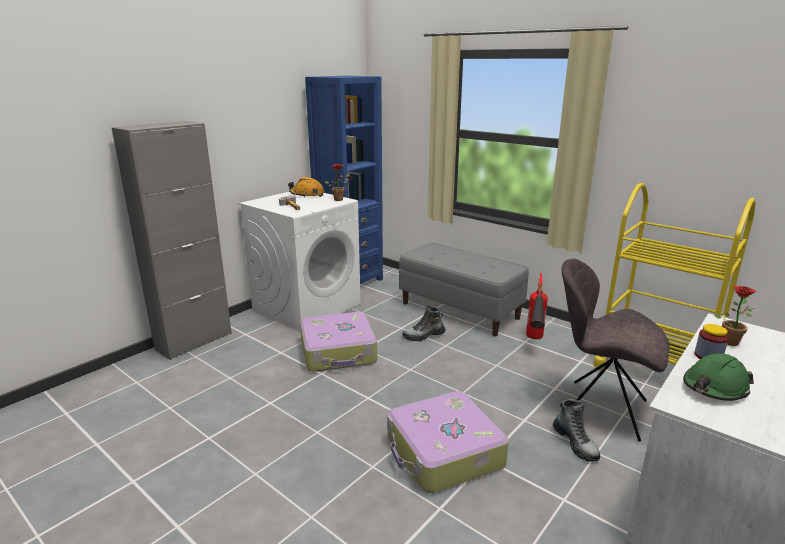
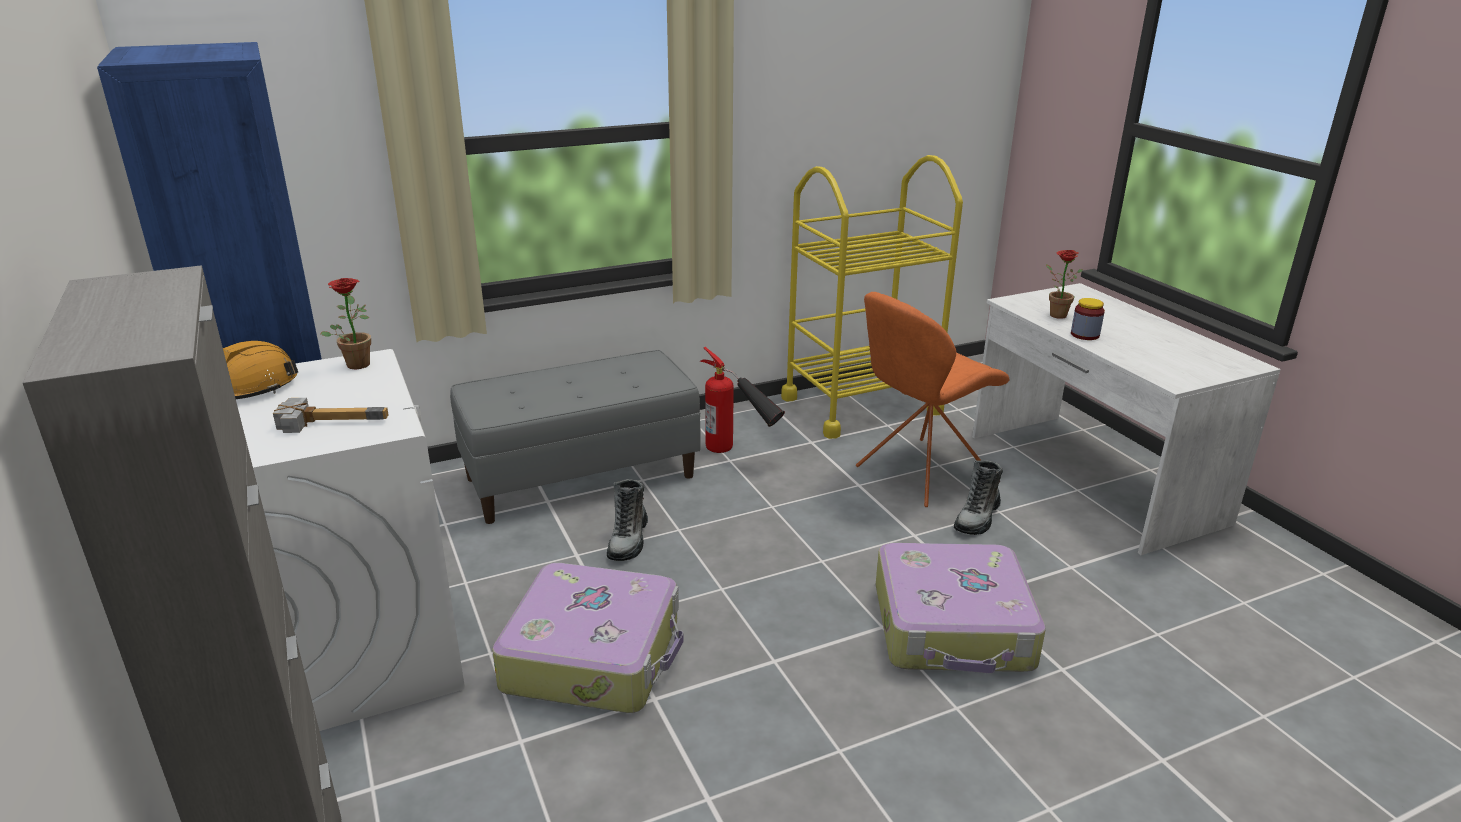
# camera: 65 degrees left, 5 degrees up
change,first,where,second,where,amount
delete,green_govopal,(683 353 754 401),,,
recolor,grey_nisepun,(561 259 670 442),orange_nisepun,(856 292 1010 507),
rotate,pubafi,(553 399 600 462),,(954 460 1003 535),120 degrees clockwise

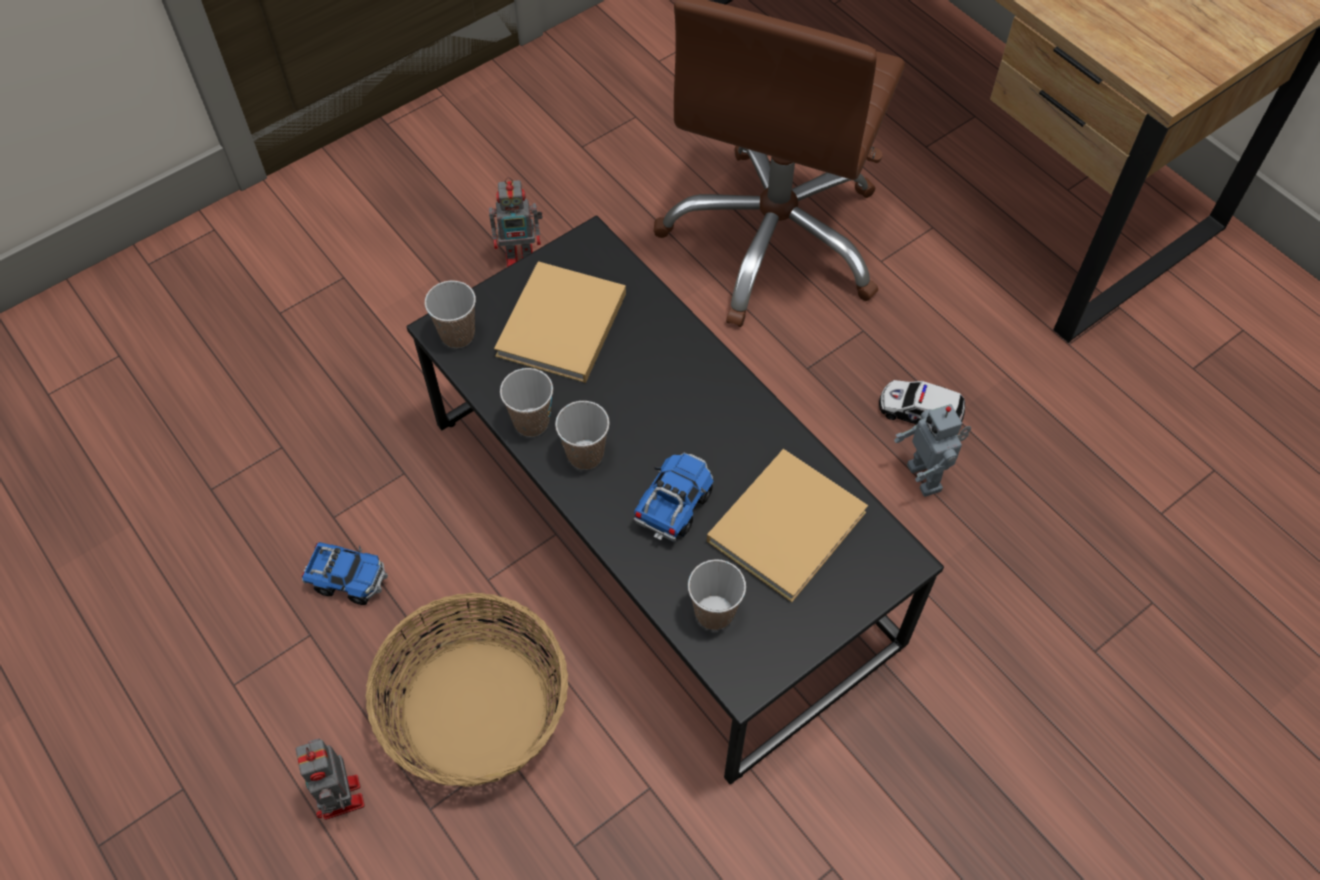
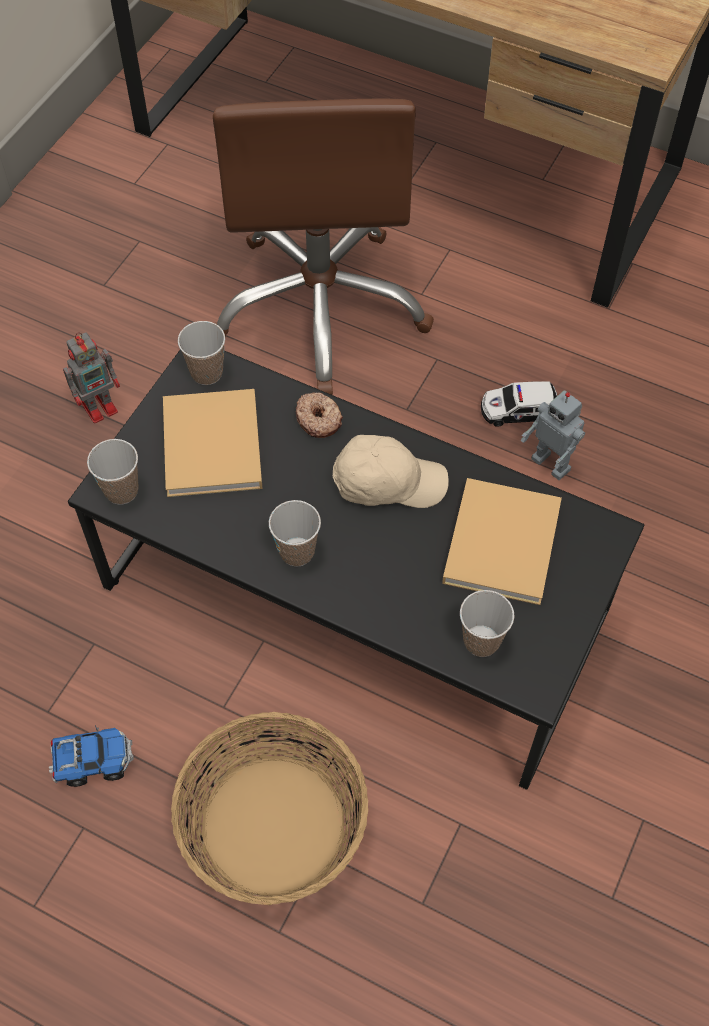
# camera: 25 degrees left, 0 degrees up
change,first,where,second,where,amount
delete,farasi,(296 738 365 820),,,
delete,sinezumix,(634 453 713 541),,,
insert,,,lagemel,(295 392 343 438),
insert,,,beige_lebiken,(333 435 449 508),
move,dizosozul,(500 368 553 437),,(178 321 225 385),

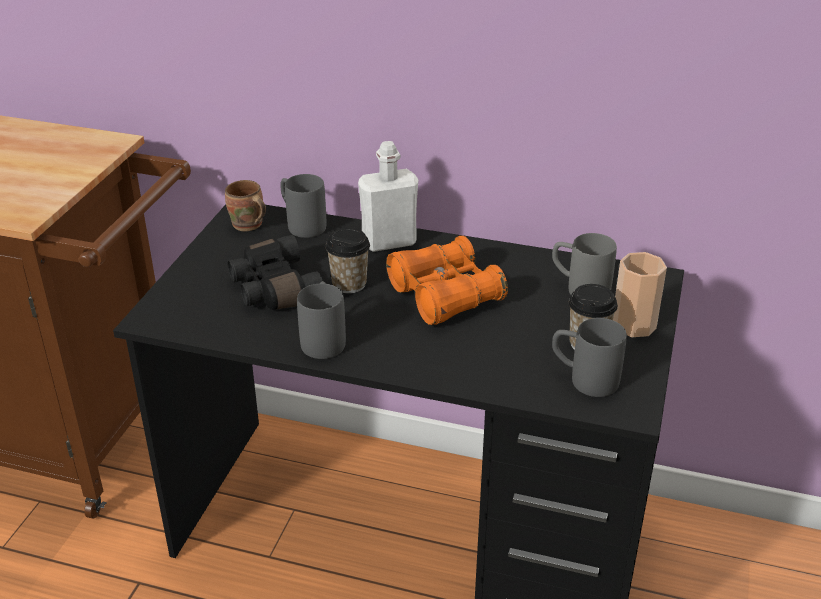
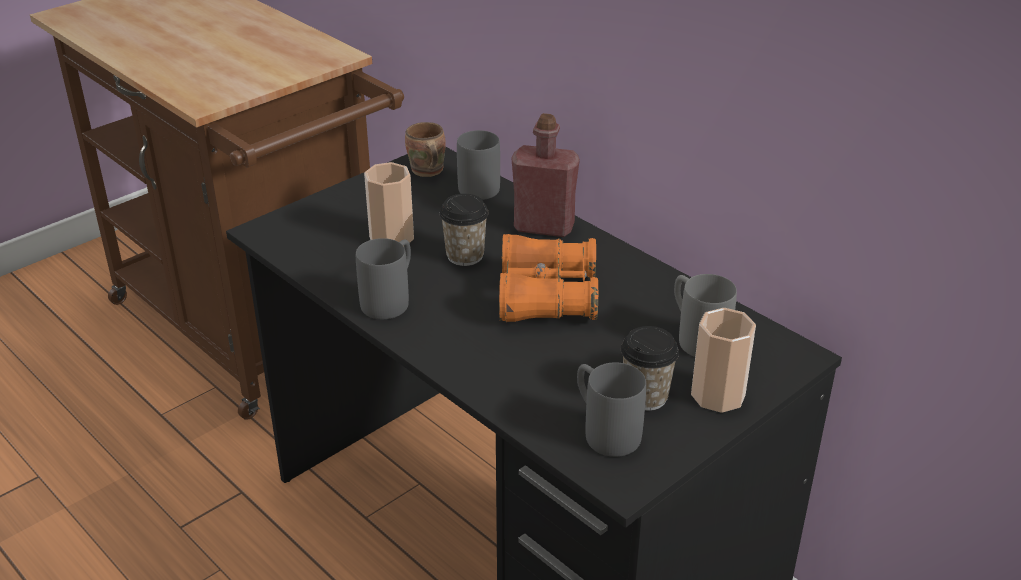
# camera: 30 degrees right, 0 degrees up
change,first,where,second,where,amount
replace,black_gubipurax,(228 235 323 310),dizosozul,(364 162 414 243),
recolor,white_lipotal,(358 141 418 252),red_lipotal,(511 113 580 237),

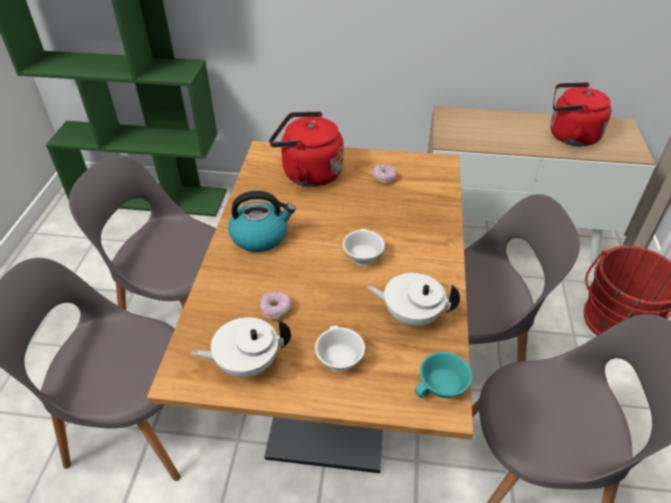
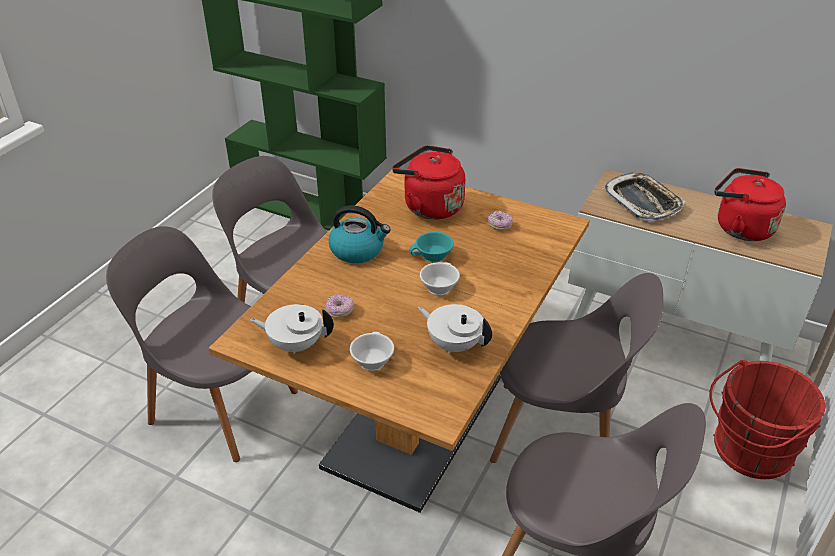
# camera: 20 degrees right, 5 degrees down
change,first,where,second,where,amount
insert,,,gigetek,(603 173 685 222),
move,turquoise_dizosozul,(415 352 472 398),,(409 232 454 262),

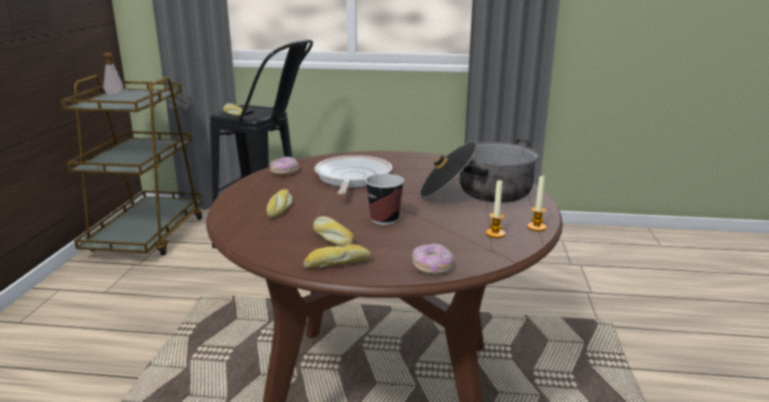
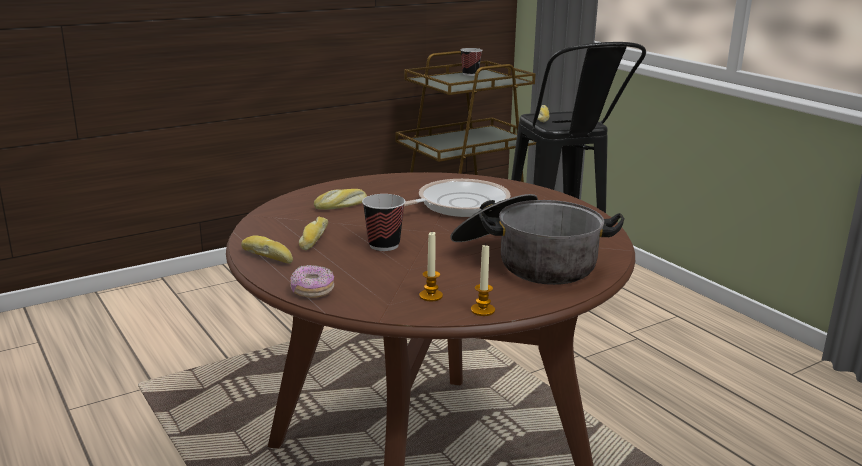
# camera: 50 degrees right, 0 degrees up
change,first,where,second,where,amount
delete,lagemel,(270 157 299 175),,,
replace,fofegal,(103 52 124 95),dizosozul,(460 48 482 76),

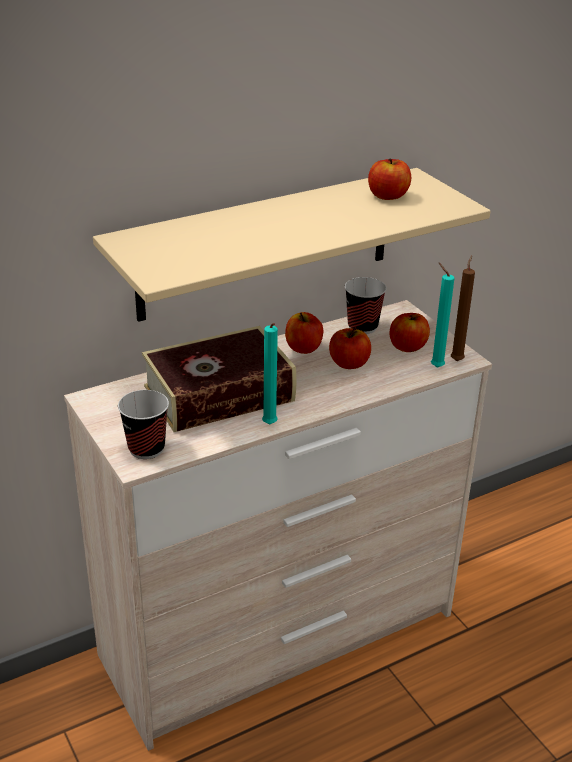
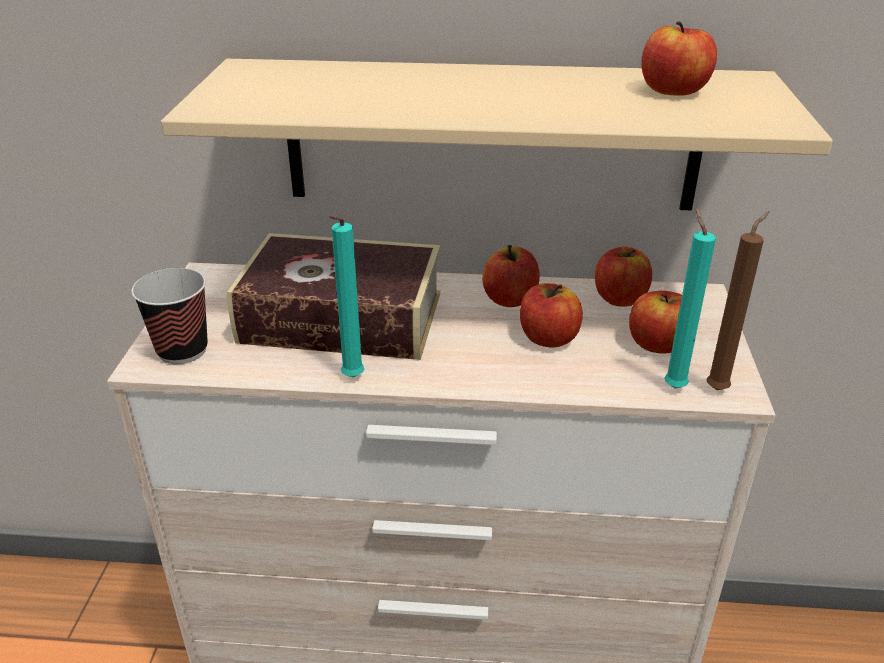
# camera: 35 degrees right, 0 degrees up
change,first,where,second,where,amount
replace,dizosozul,(345 277 387 334),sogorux,(595 246 652 307),

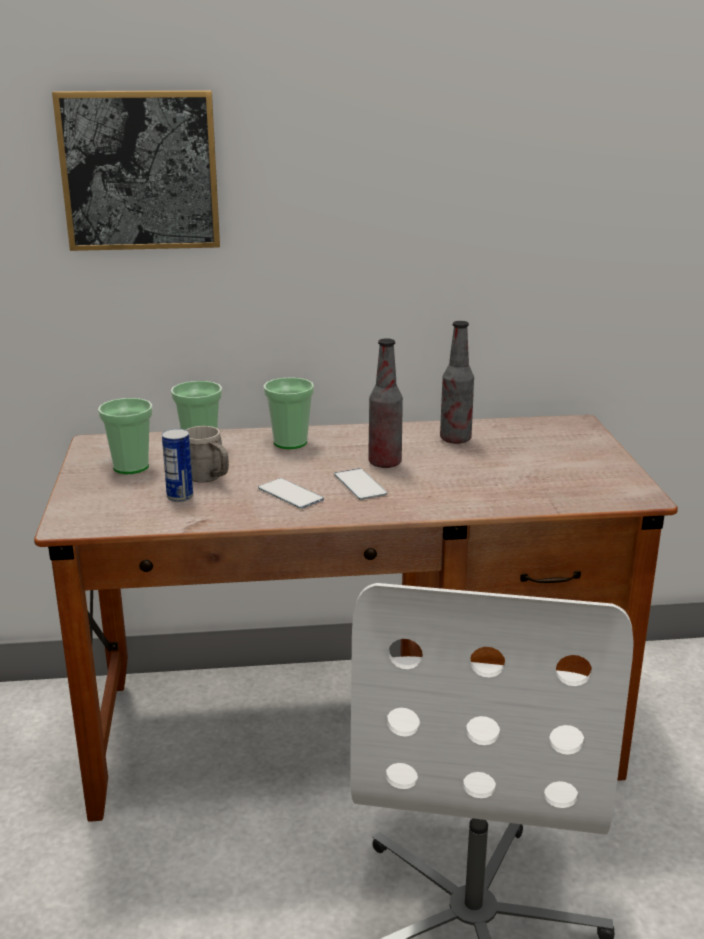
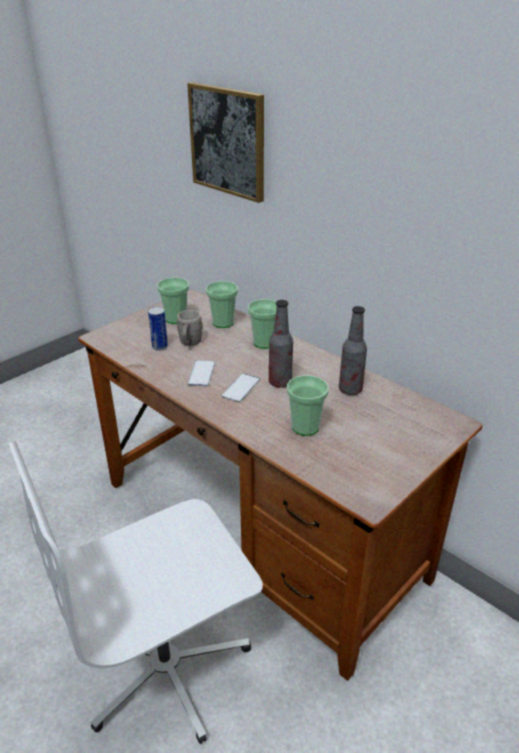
# camera: 50 degrees right, 10 degrees up
change,first,where,second,where,amount
insert,,,dizosozul,(287 375 329 436),

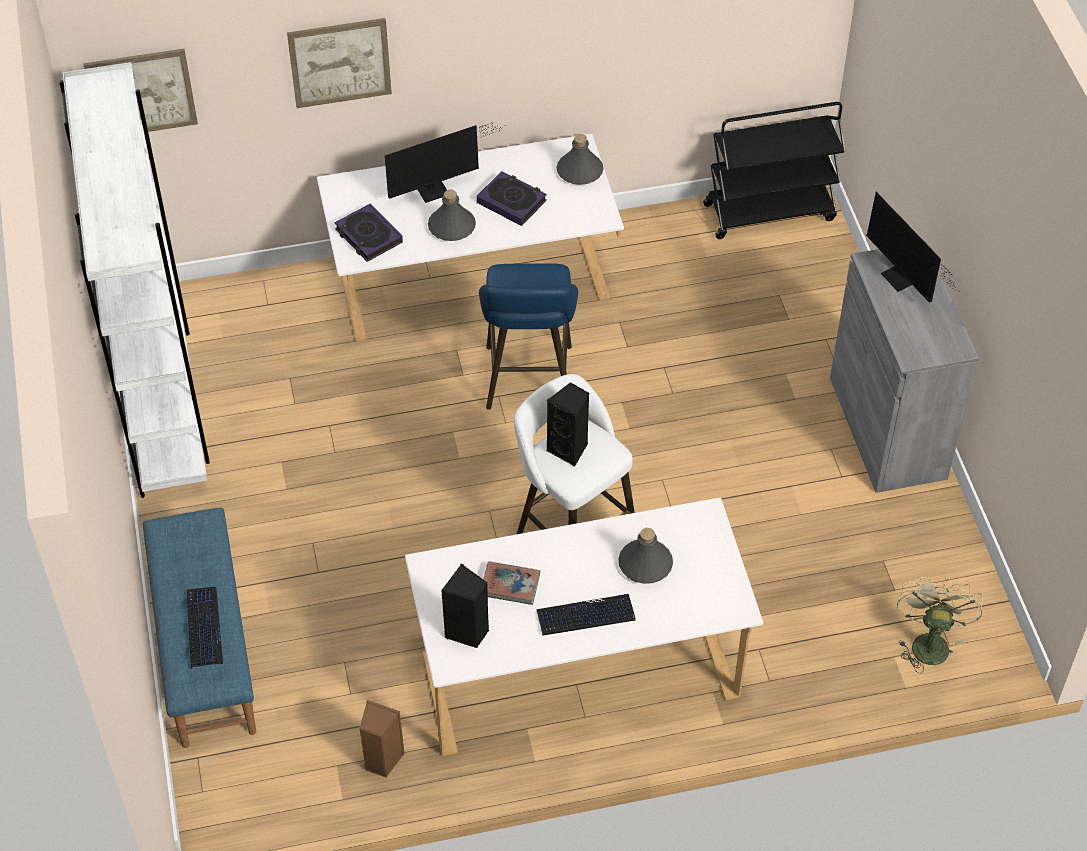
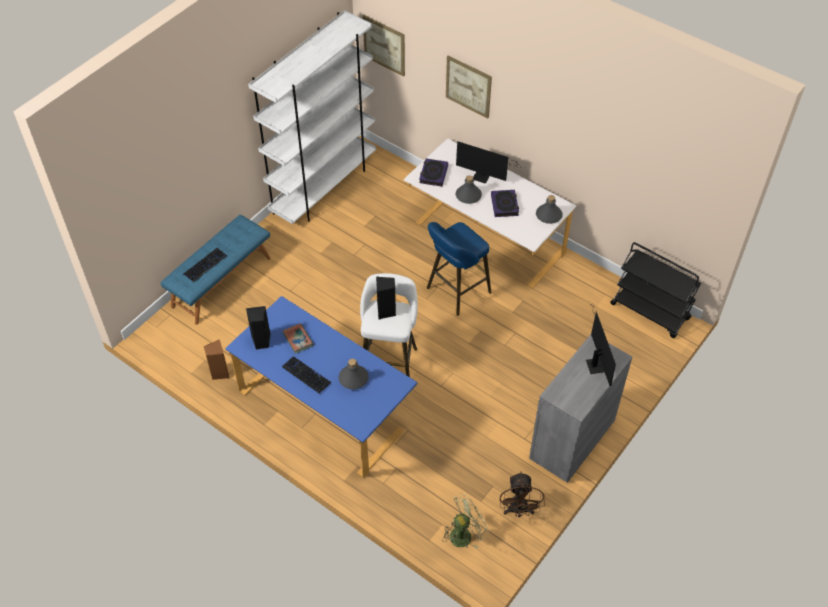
# camera: 50 degrees right, 0 degrees up
change,first,where,second,where,amount
insert,,,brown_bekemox,(500 472 545 517),
recolor,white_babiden,(405 497 763 756),blue_babiden,(225 296 417 478),
rotate,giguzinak,(866 192 959 303),,(586 304 616 386),150 degrees clockwise

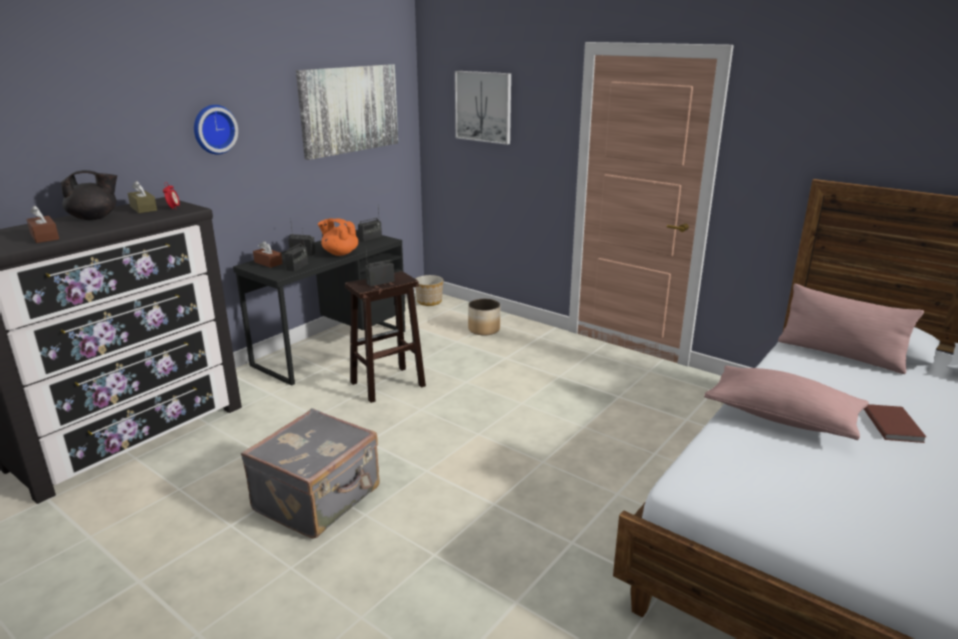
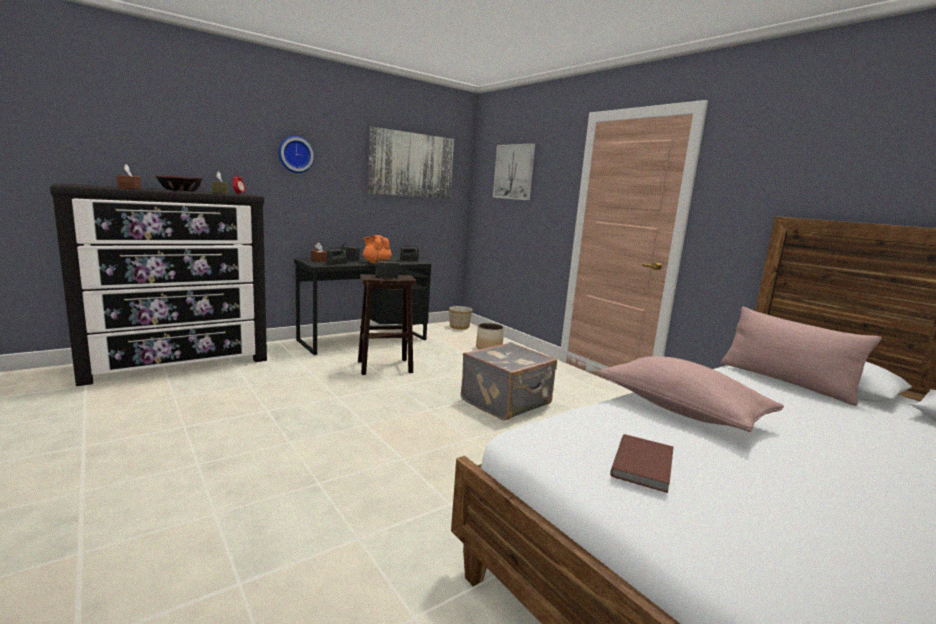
# camera: 15 degrees right, 10 degrees down
change,first,where,second,where,amount
move,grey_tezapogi,(241 408 380 539),,(461 342 557 420),
move,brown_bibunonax,(864 404 926 443),,(610 434 674 493),
replace,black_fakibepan,(61 170 117 220),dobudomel,(156 175 203 191),

